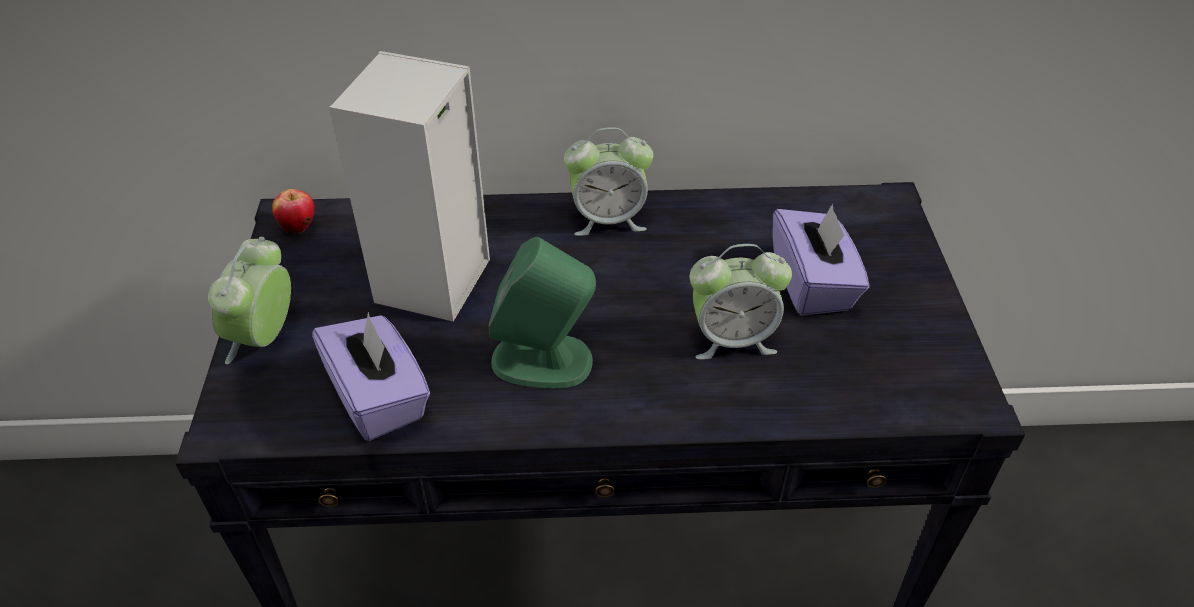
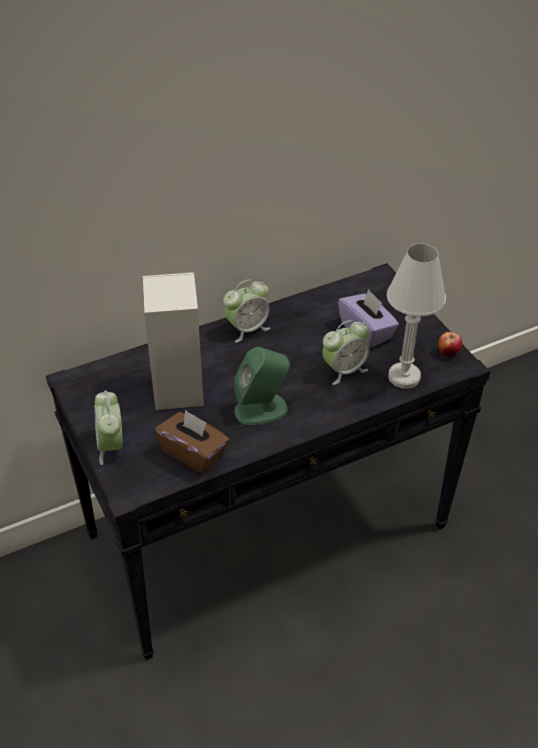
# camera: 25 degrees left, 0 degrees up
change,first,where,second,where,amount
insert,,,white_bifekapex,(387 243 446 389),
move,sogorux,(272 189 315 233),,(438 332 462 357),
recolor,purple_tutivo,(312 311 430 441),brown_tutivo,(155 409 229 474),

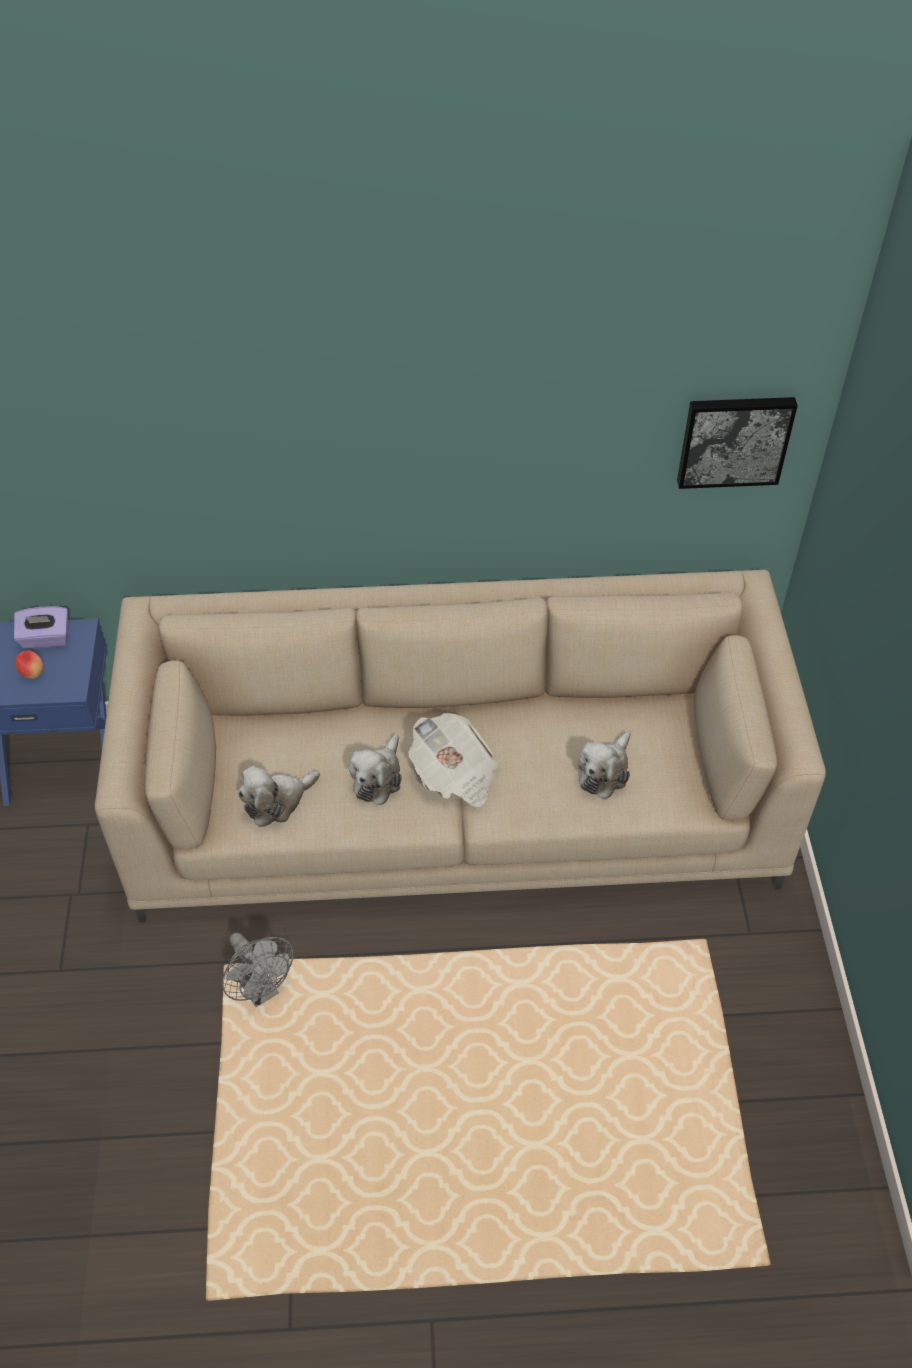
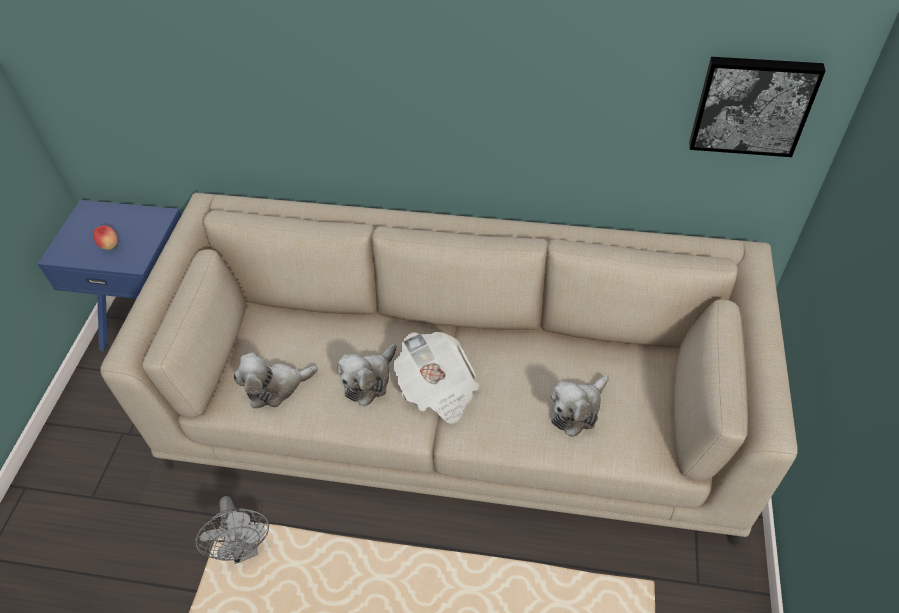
# camera: 15 degrees right, 0 degrees up
change,first,where,second,where,amount
delete,purple_tutivo,(14 606 68 649),,,

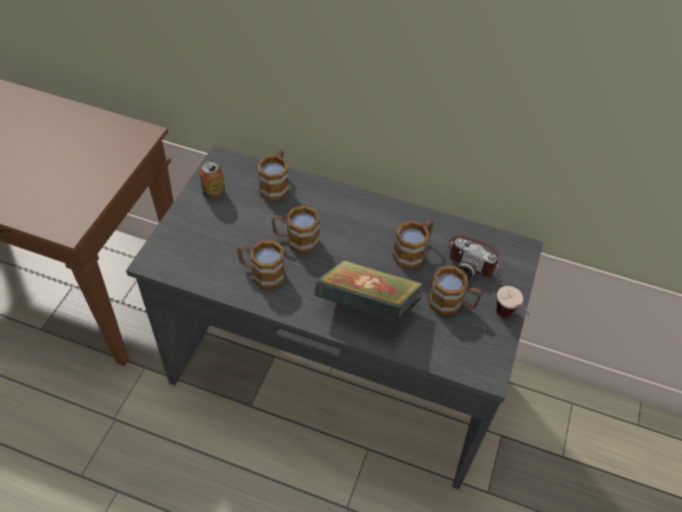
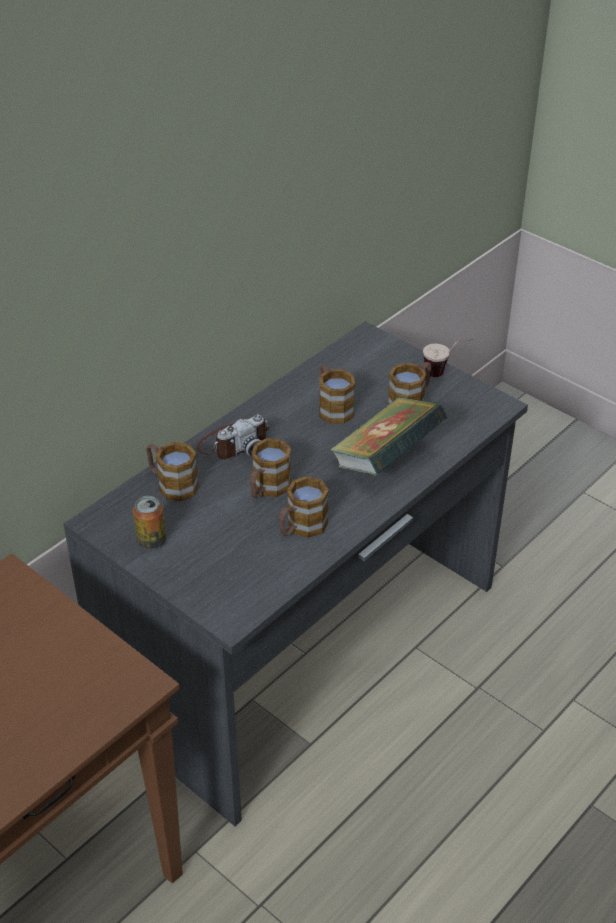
# camera: 65 degrees left, 10 degrees down
change,first,where,second,where,amount
move,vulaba,(447 236 499 277),,(196 414 270 460),

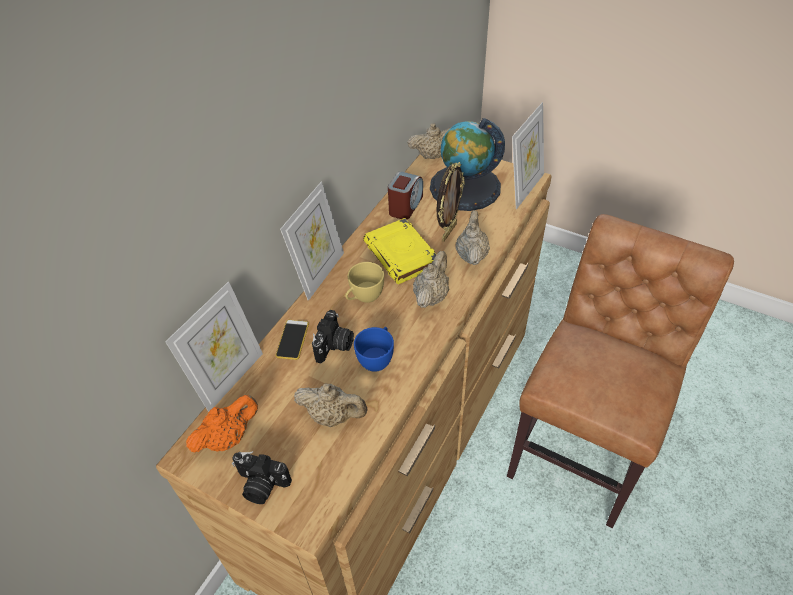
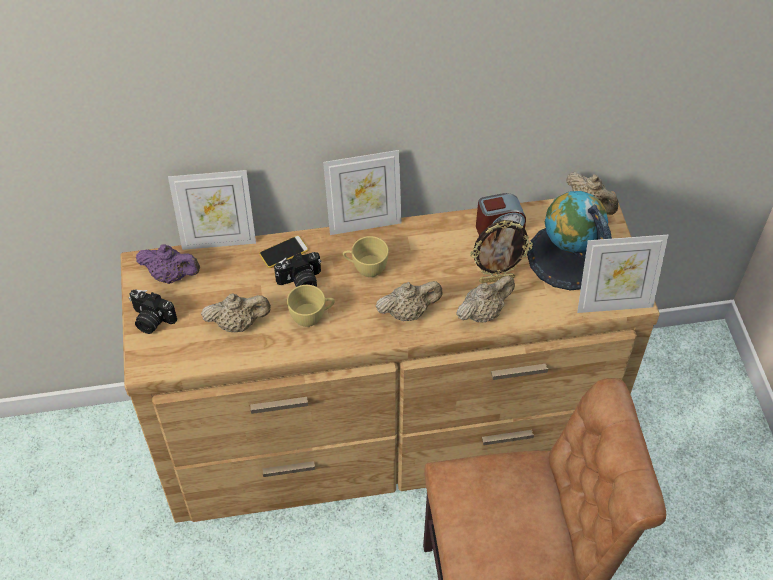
# camera: 50 degrees right, 5 degrees up
change,first,where,second,where,amount
delete,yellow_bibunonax,(363 218 436 284),,,
recolor,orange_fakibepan,(186 395 258 453),purple_fakibepan,(136 244 200 284),
recolor,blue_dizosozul,(354 327 394 372),yellow_dizosozul,(287 285 335 327),
rotate,vulaba,(232 451 292 504),,(129 289 177 334),45 degrees counterclockwise
rotate,beige_fakibepan,(294 384 368 427),,(201 293 271 332),75 degrees counterclockwise

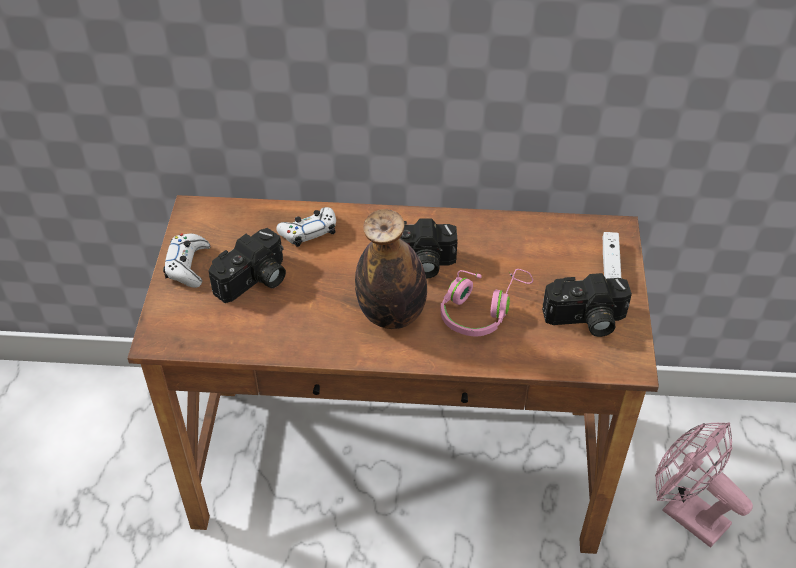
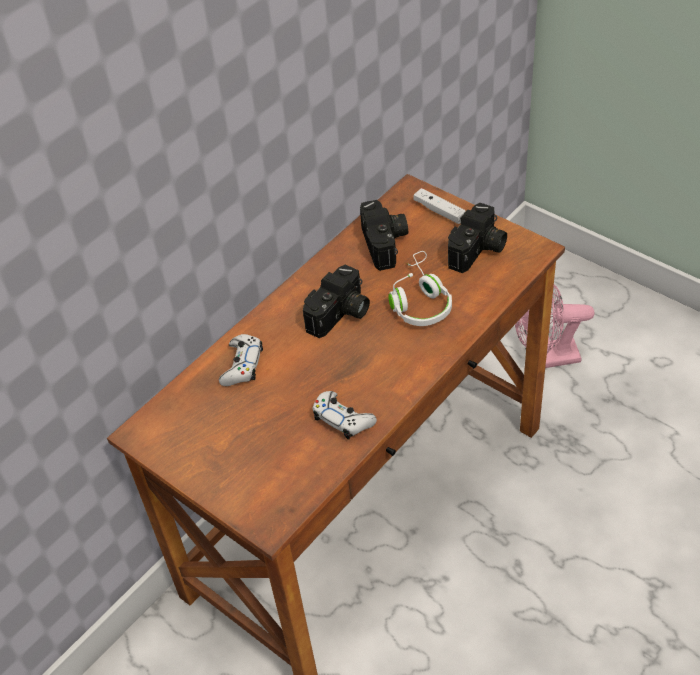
# camera: 50 degrees left, 0 degrees up
change,first,where,second,where,amount
delete,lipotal,(355 209 427 329),,,
move,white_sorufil,(163 233 210 288),,(313 391 377 440),
move,vulaba,(209 228 286 303),,(360 200 408 271),
recolor,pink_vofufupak,(440 269 533 337),white_vofufupak,(388 251 452 326),

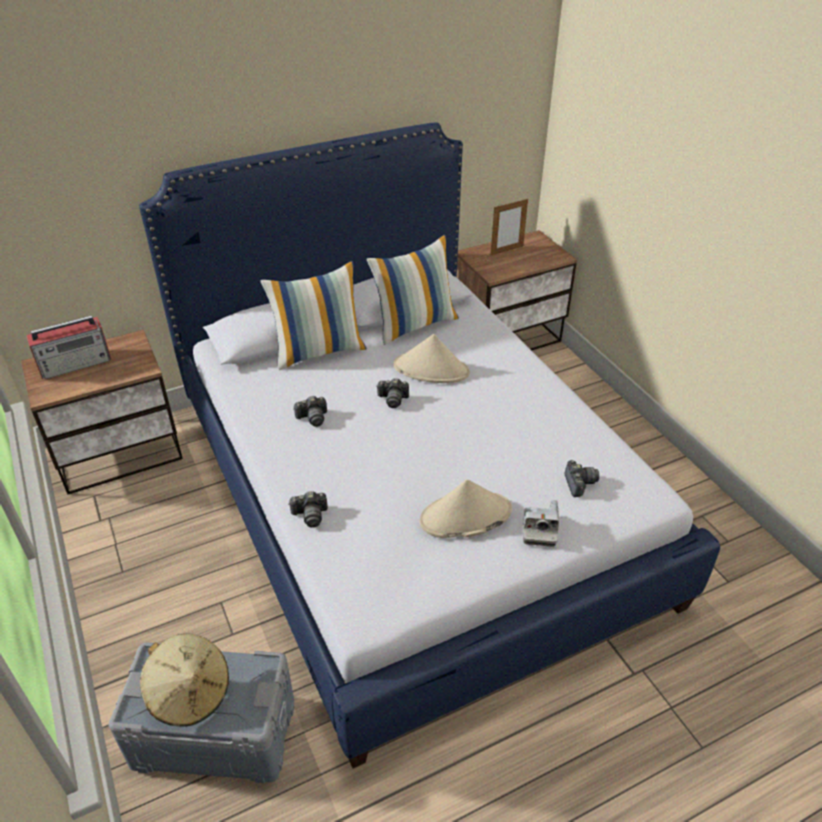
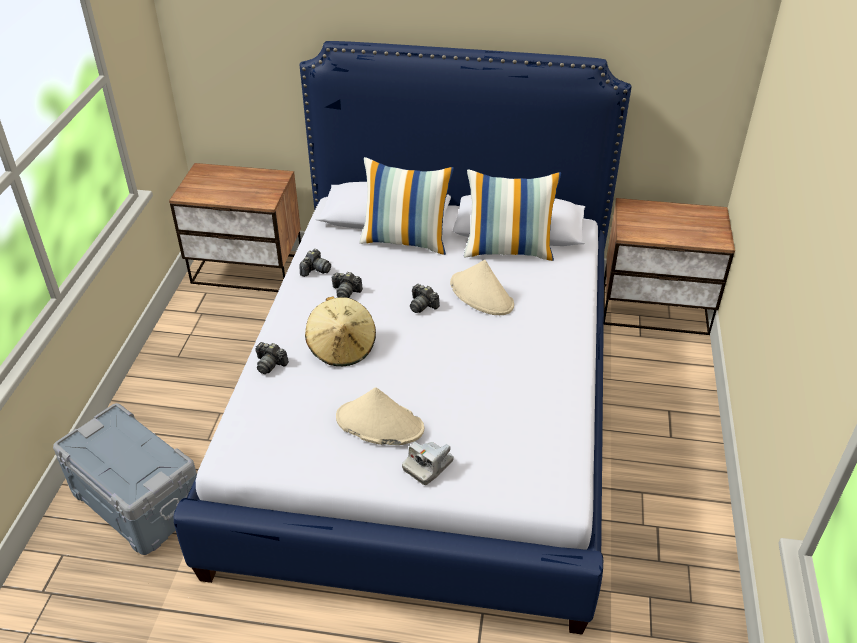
# camera: 35 degrees right, 0 degrees up
change,first,where,second,where,amount
delete,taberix,(26 315 112 379),,,
delete,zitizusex,(491 198 528 255),,,
move,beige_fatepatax,(140 633 229 726),,(305 296 376 367),
move,vulaba,(564 460 599 497),,(299 249 331 277),

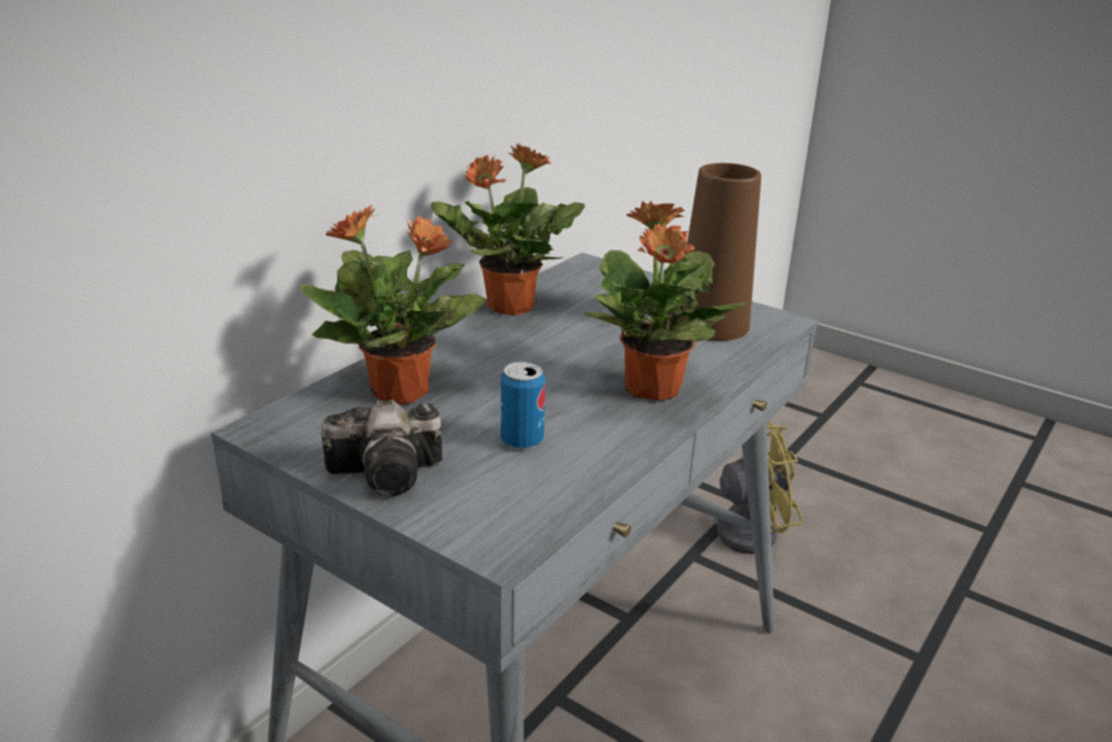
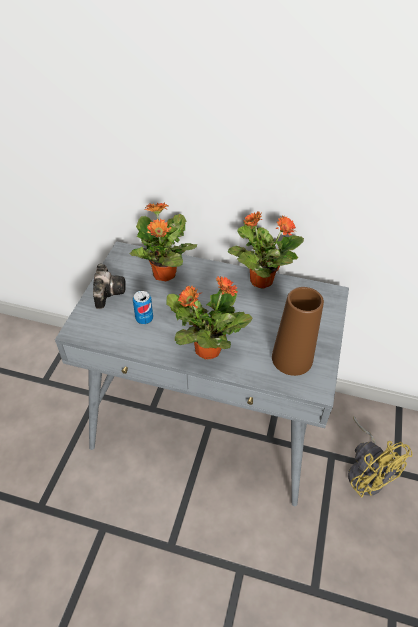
# camera: 70 degrees right, 20 degrees up
change,first,where,second,where,amount
rotate,vulaba,(321 400 442 496),,(93 263 126 309),150 degrees counterclockwise

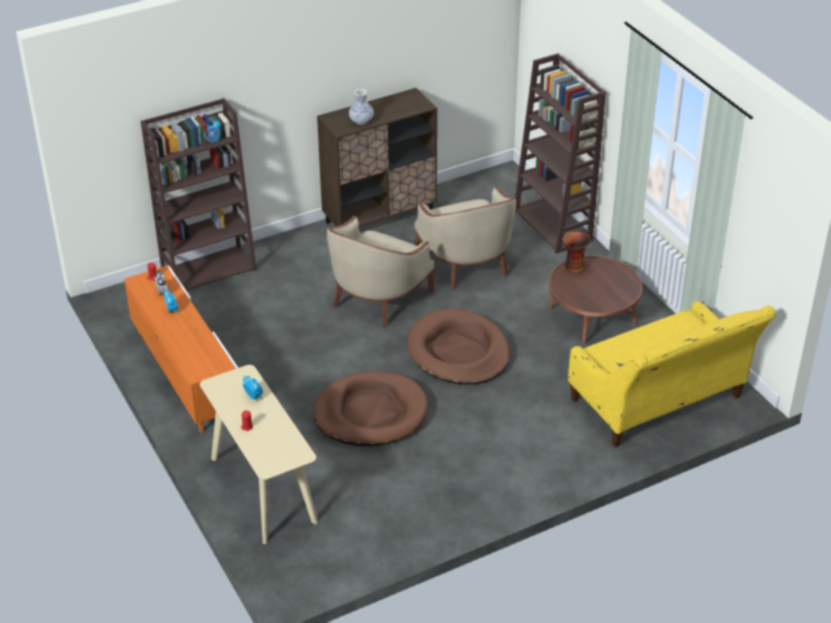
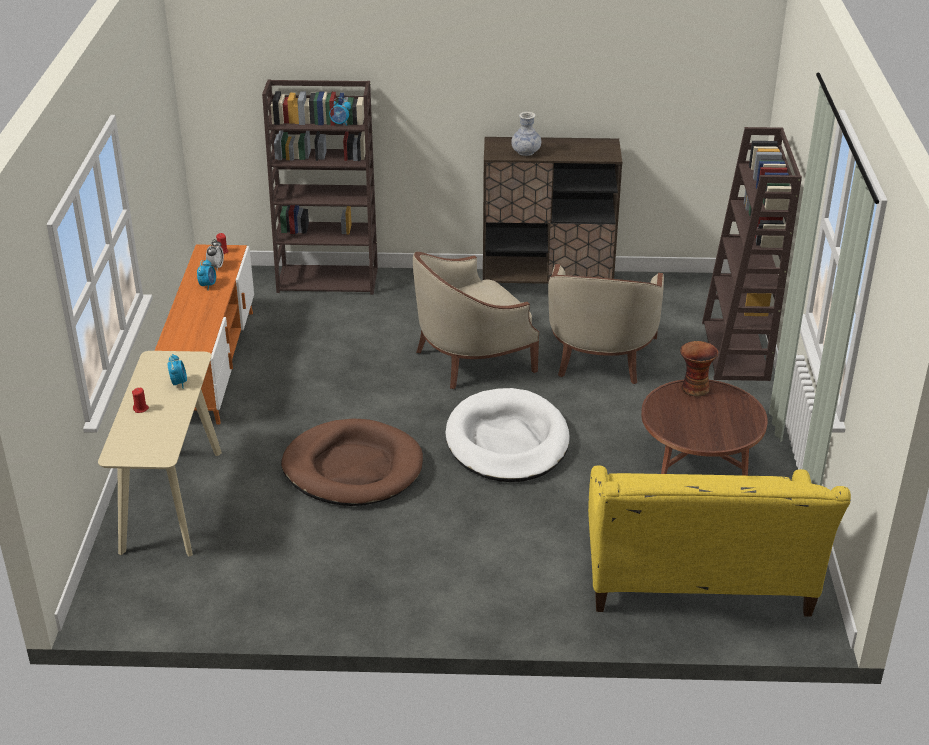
# camera: 30 degrees right, 5 degrees down
change,first,where,second,where,amount
recolor,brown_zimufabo,(407 308 511 385),white_zimufabo,(445 388 570 482),

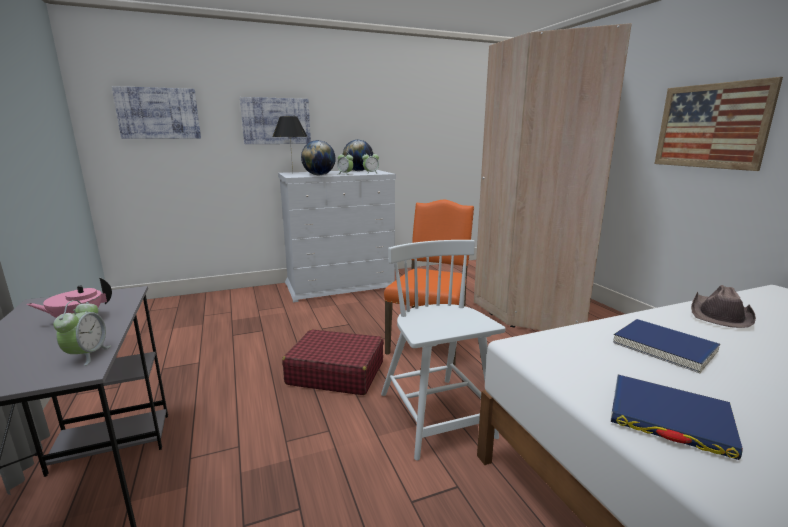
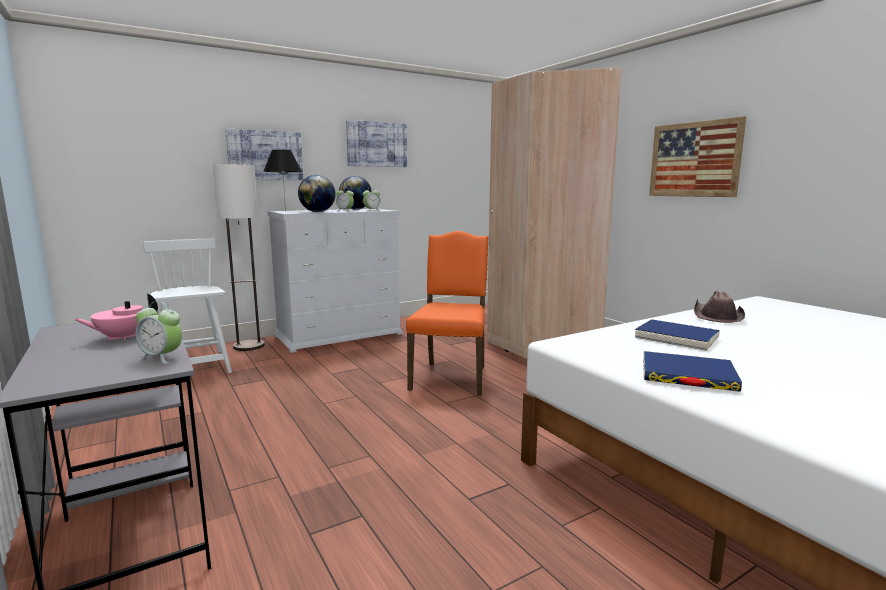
# camera: 10 degrees left, 5 degrees down
change,first,where,second,where,amount
delete,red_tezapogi,(282 329 384 395),,,
insert,,,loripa,(213 164 265 351),
move,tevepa,(112 86 201 139),,(346 120 407 167),
move,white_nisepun,(381 240 506 461),,(143 238 232 373),
rotate,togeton,(53 300 111 366),,(135 301 182 364),120 degrees clockwise

